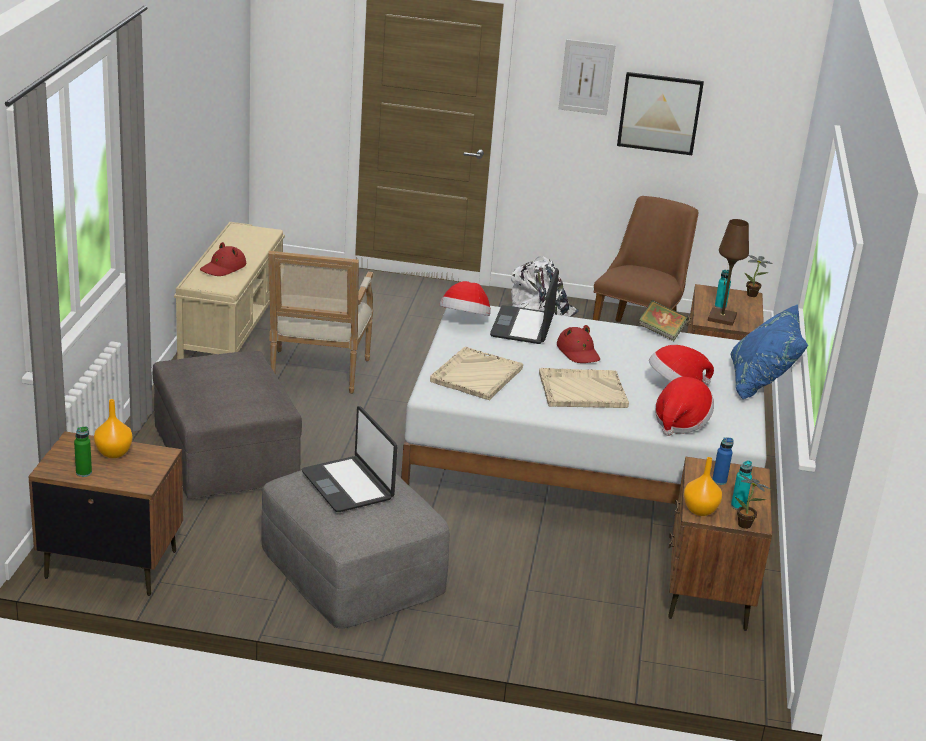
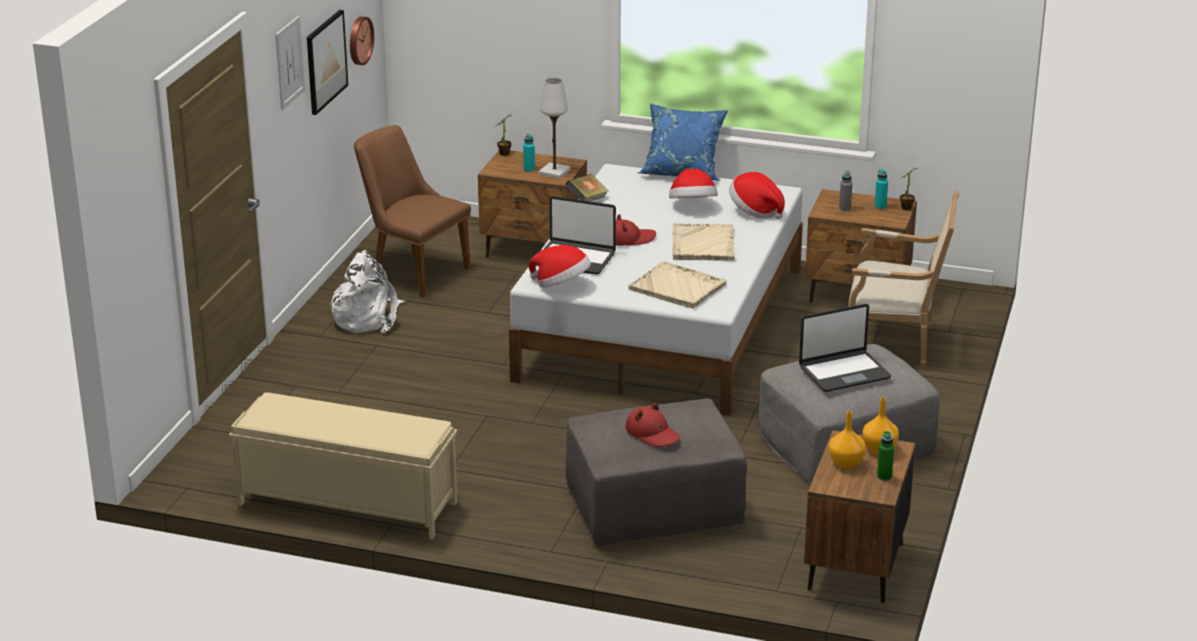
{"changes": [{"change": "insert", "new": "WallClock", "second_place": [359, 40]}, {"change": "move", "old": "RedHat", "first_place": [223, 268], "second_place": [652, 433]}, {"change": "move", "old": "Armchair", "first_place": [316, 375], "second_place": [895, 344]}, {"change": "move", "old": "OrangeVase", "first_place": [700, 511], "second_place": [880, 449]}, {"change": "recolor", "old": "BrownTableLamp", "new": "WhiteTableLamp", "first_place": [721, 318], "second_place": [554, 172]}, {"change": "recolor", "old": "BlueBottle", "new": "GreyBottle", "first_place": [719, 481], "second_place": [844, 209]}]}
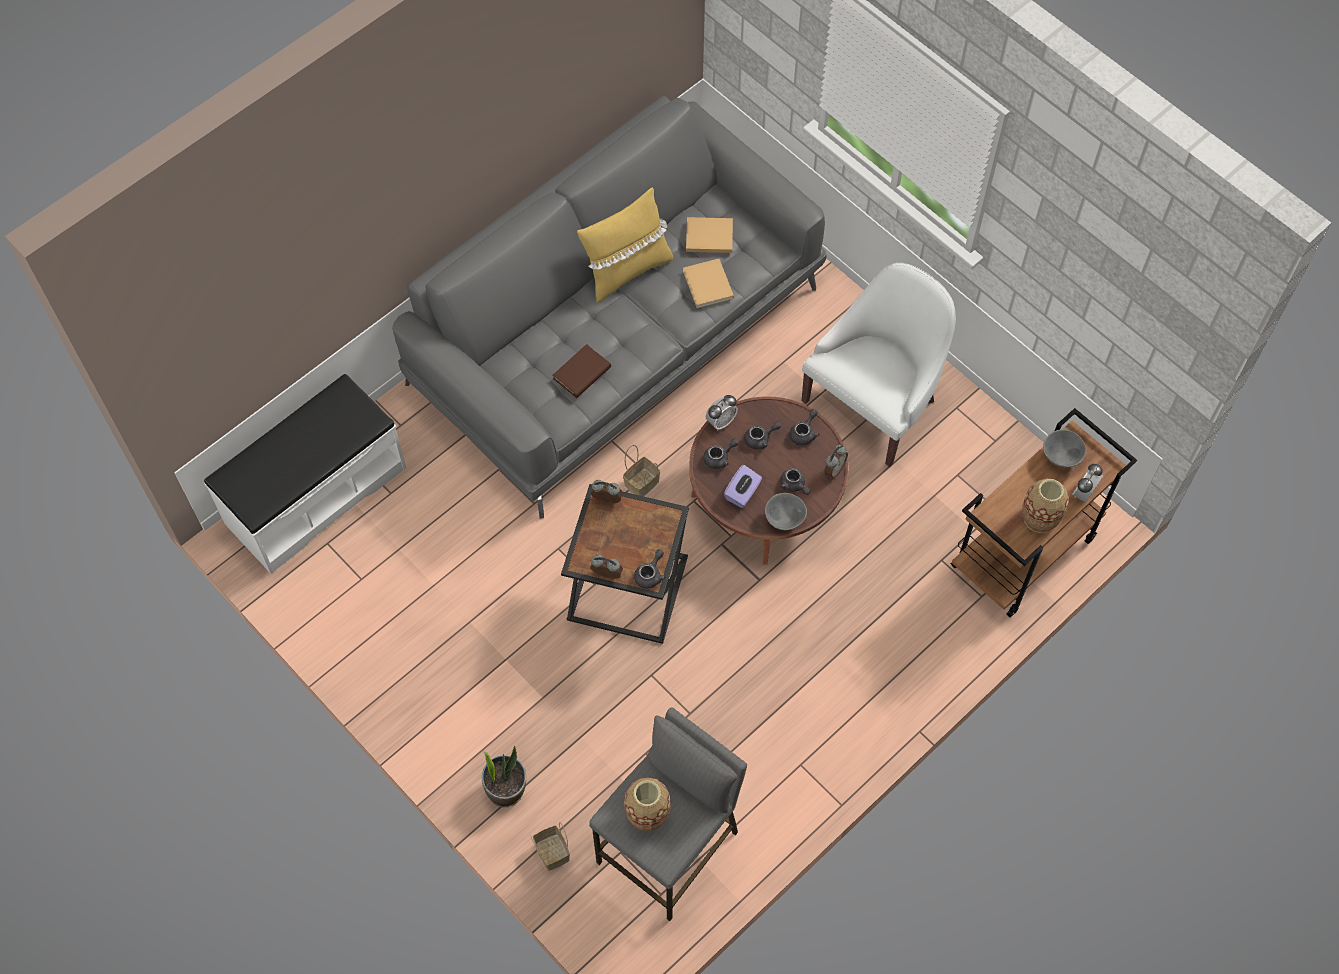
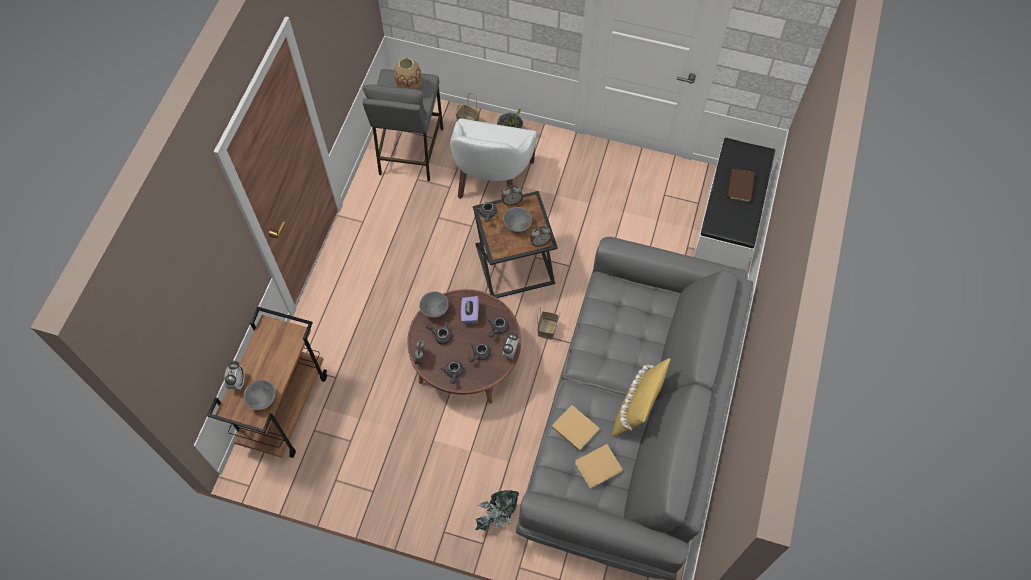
{"changes": [{"change": "delete", "old": "Vase", "first_place": [1039, 519]}, {"change": "insert", "new": "PottedPlant", "second_place": [498, 519]}, {"change": "insert", "new": "GreyBowl", "second_place": [517, 226]}, {"change": "move", "old": "BrownBook", "first_place": [582, 373], "second_place": [740, 187]}, {"change": "move", "old": "WhiteArmchair", "first_place": [874, 403], "second_place": [491, 179]}]}
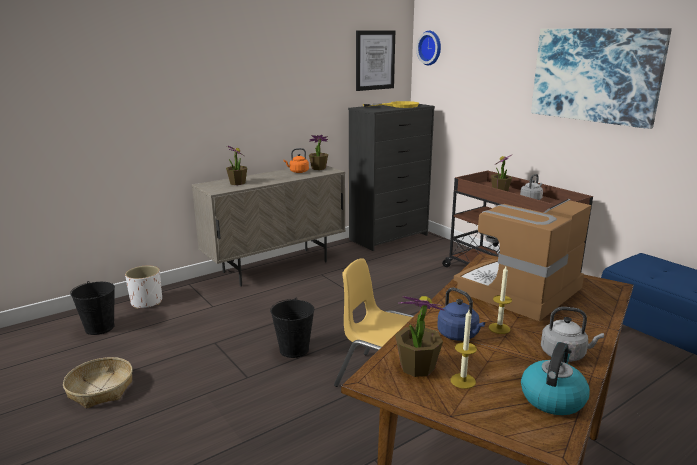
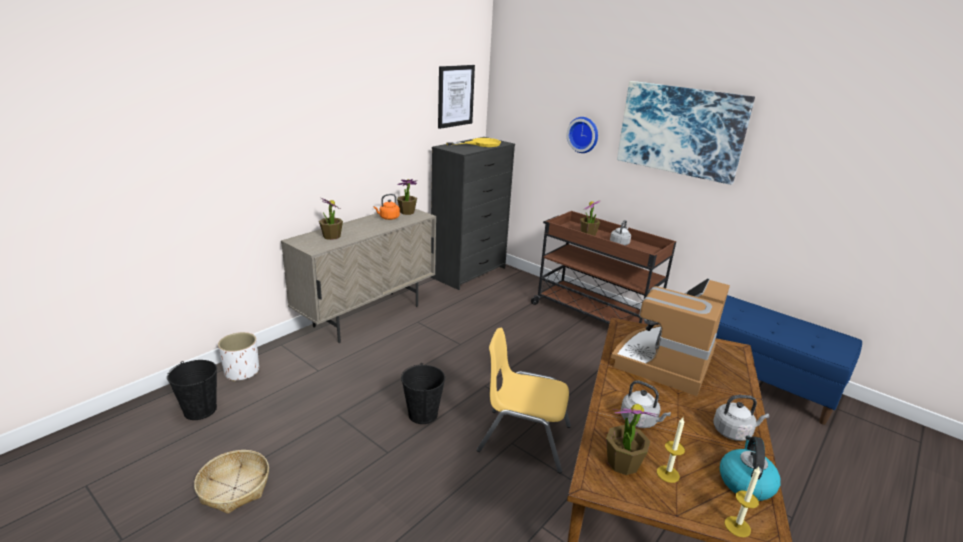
{"changes": [{"change": "move", "old": "WallClock", "first_place": [431, 48], "second_place": [583, 134]}, {"change": "move", "old": "Candle", "first_place": [499, 328], "second_place": [737, 526]}, {"change": "recolor", "old": "BlueKettle", "new": "GreyKettle", "first_place": [459, 335], "second_place": [640, 421]}]}
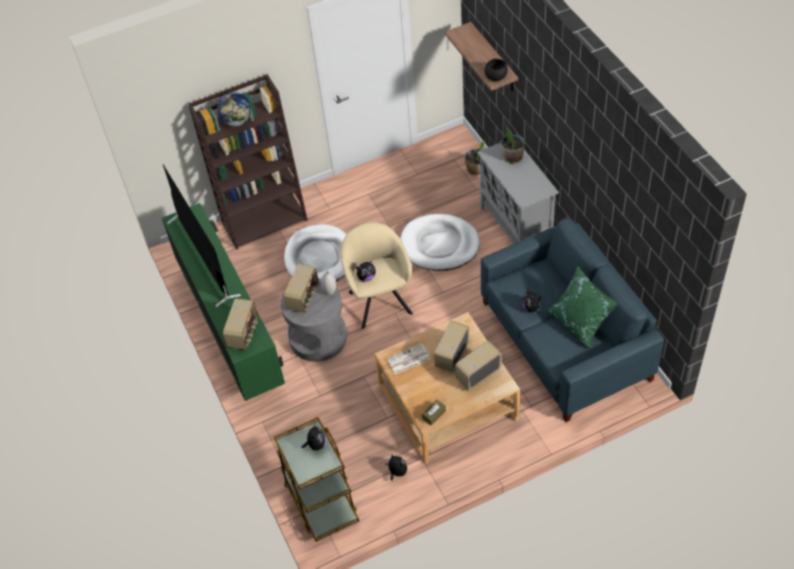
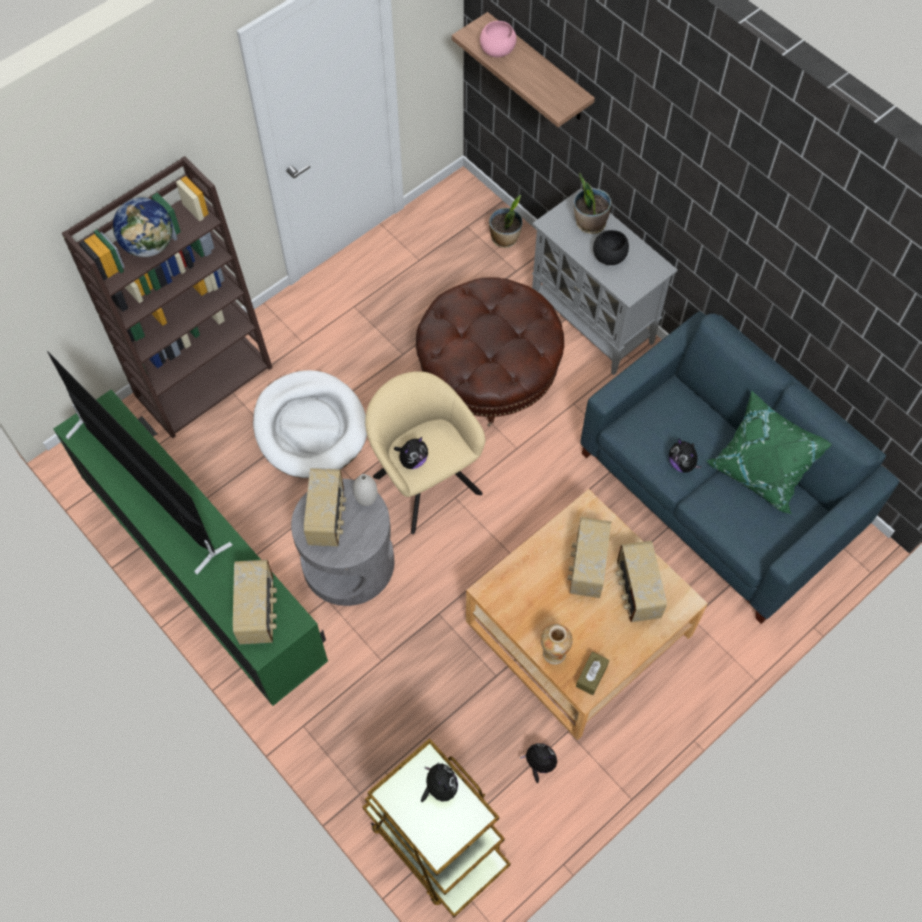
{"changes": [{"change": "delete", "old": "Newspaper", "first_place": [408, 359]}, {"change": "insert", "new": "PinkBowl", "second_place": [497, 51]}, {"change": "insert", "new": "Vase", "second_place": [554, 653]}, {"change": "move", "old": "BlackBowl", "first_place": [496, 76], "second_place": [610, 256]}, {"change": "replace", "old": "WhiteDogBed", "new": "BrownOttoman", "first_place": [440, 245], "second_place": [489, 371]}, {"change": "rotate", "old": "Radio", "first_place": [478, 374], "second_place": [637, 591], "degrees": -45}]}
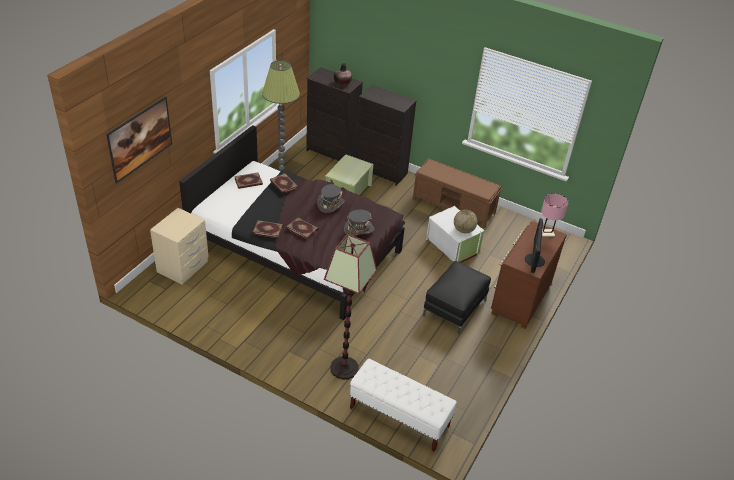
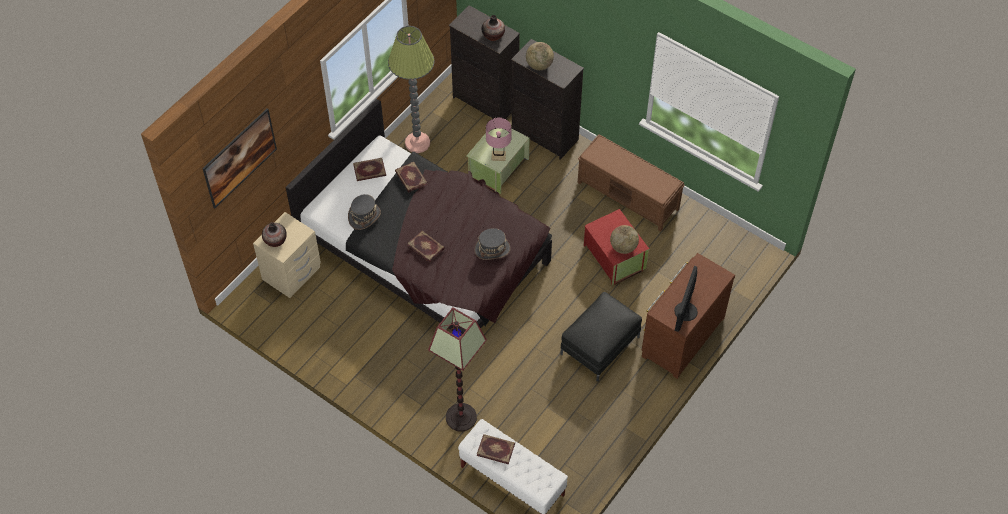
{"changes": [{"change": "insert", "new": "Vase", "second_place": [275, 240]}, {"change": "insert", "new": "Globe", "second_place": [539, 65]}, {"change": "move", "old": "Book", "first_place": [268, 230], "second_place": [496, 449]}, {"change": "move", "old": "GreyHat", "first_place": [330, 204], "second_place": [364, 216]}, {"change": "move", "old": "PinkTableLamp", "first_place": [547, 233], "second_place": [498, 156]}, {"change": "recolor", "old": "WhiteStorageBox", "new": "RedStorageBox", "first_place": [452, 246], "second_place": [614, 257]}]}
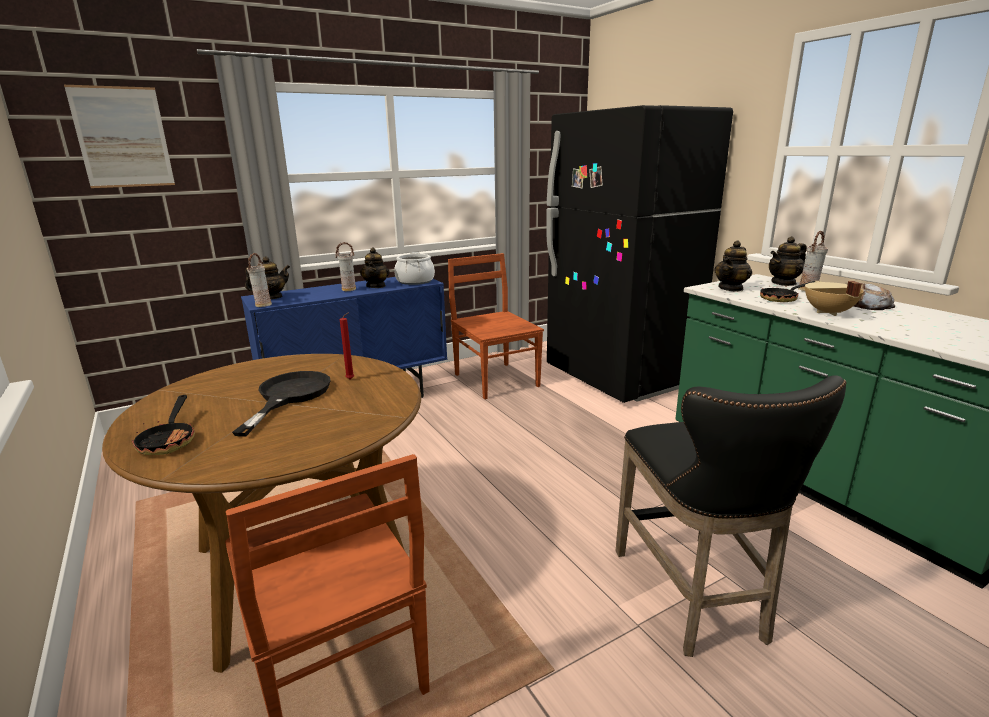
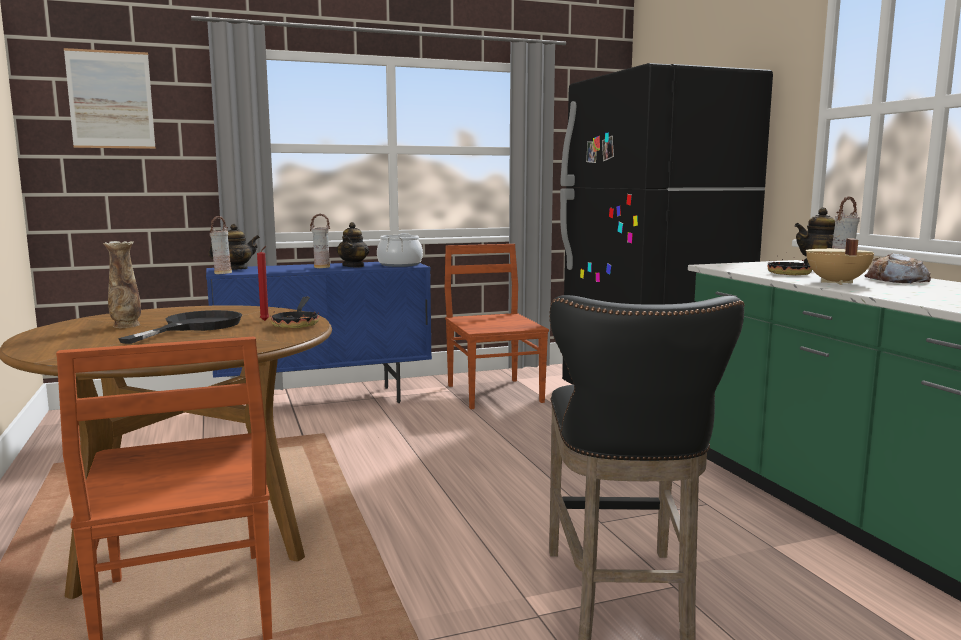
{"changes": [{"change": "delete", "old": "Teapot", "first_place": [731, 288]}, {"change": "insert", "new": "Vase", "second_place": [126, 325]}, {"change": "move", "old": "FryingPan", "first_place": [170, 440], "second_place": [297, 324]}]}
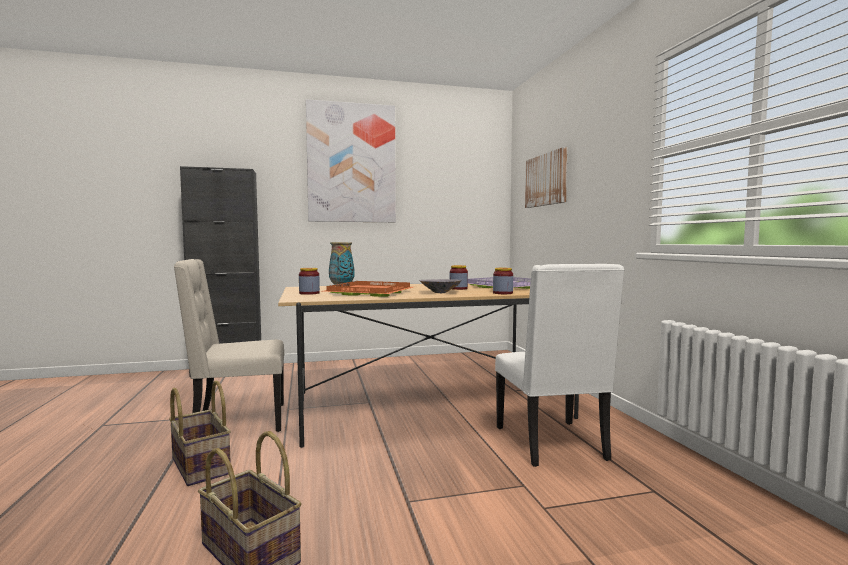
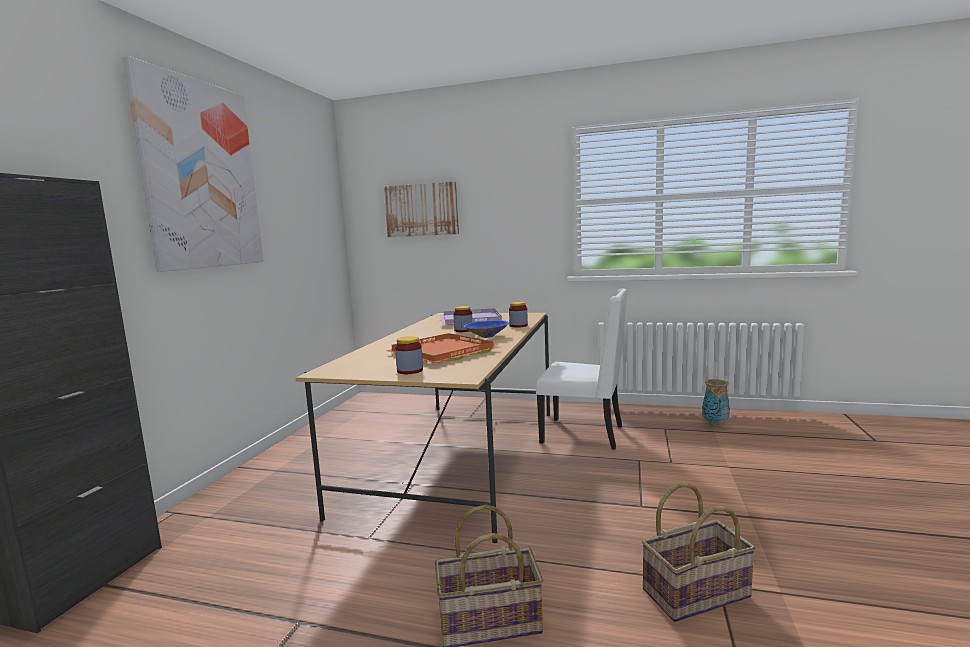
{"changes": [{"change": "delete", "old": "BeigeChair", "first_place": [237, 421]}, {"change": "move", "old": "Vase", "first_place": [341, 287], "second_place": [715, 424]}, {"change": "recolor", "old": "GreyBowl", "new": "BlueBowl", "first_place": [440, 292], "second_place": [486, 336]}]}
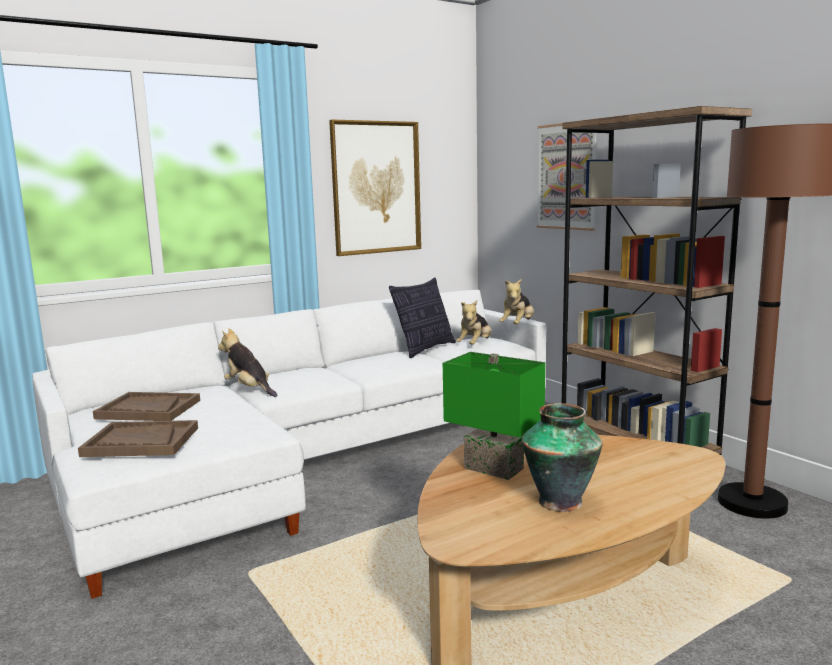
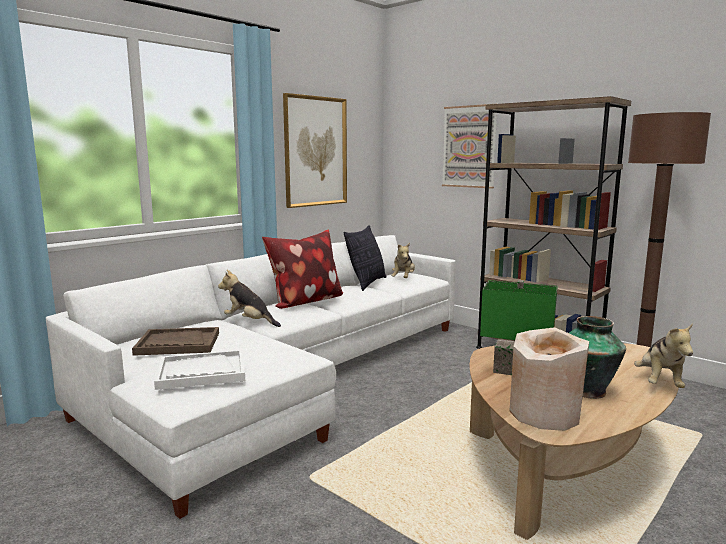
{"changes": [{"change": "insert", "new": "Pillow", "second_place": [305, 302]}, {"change": "insert", "new": "BeigeVase", "second_place": [544, 413]}, {"change": "move", "old": "PlushToy", "first_place": [518, 326], "second_place": [659, 382]}, {"change": "recolor", "old": "BrownTray", "new": "WhiteTray", "first_place": [141, 442], "second_place": [201, 372]}]}
